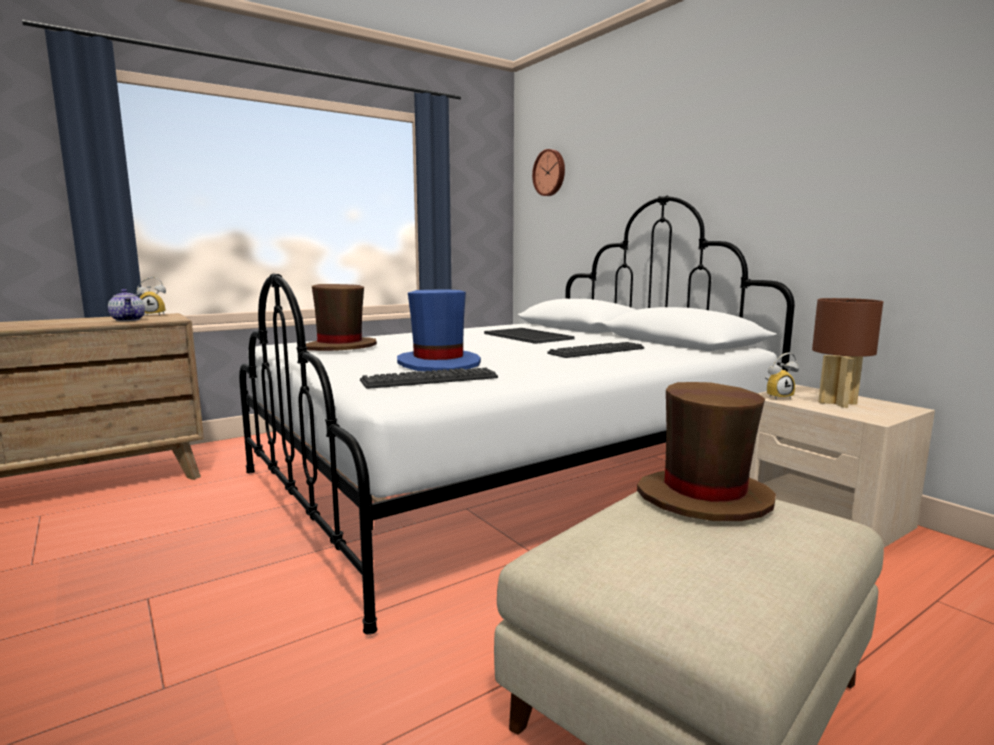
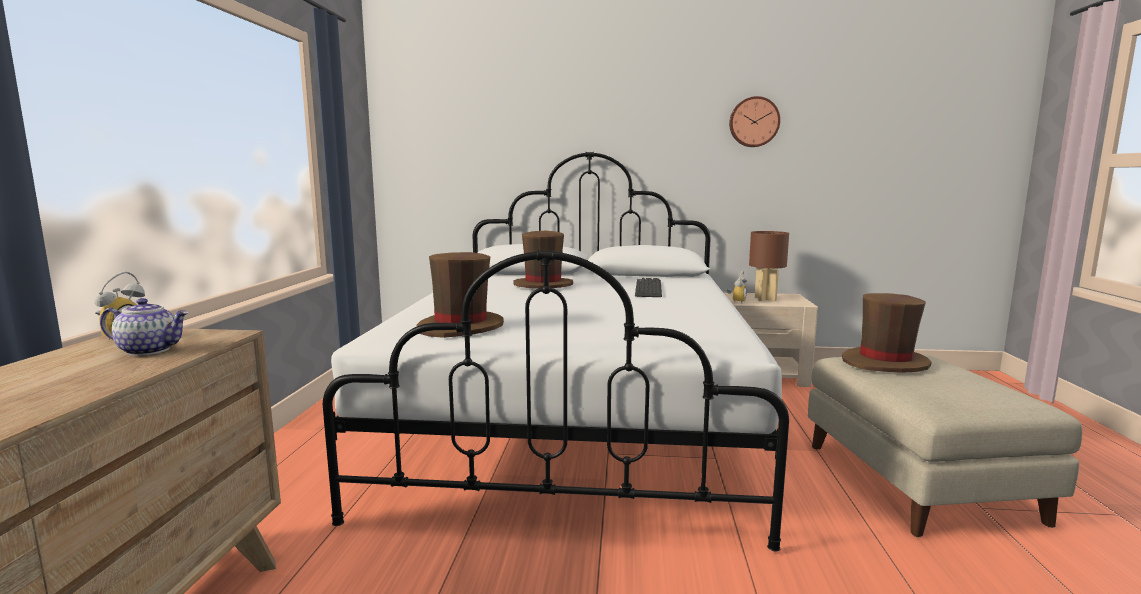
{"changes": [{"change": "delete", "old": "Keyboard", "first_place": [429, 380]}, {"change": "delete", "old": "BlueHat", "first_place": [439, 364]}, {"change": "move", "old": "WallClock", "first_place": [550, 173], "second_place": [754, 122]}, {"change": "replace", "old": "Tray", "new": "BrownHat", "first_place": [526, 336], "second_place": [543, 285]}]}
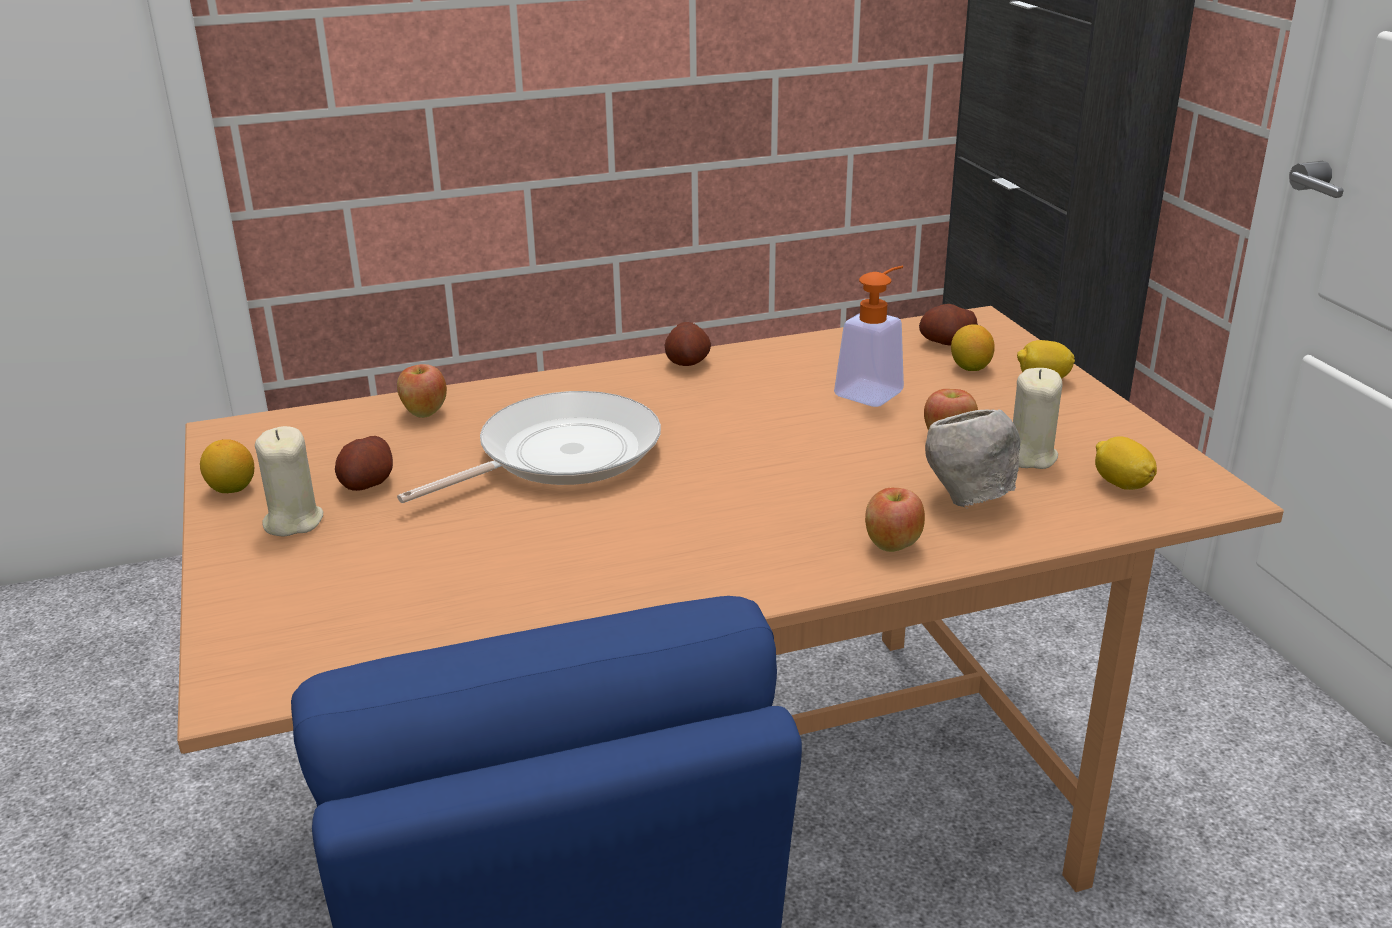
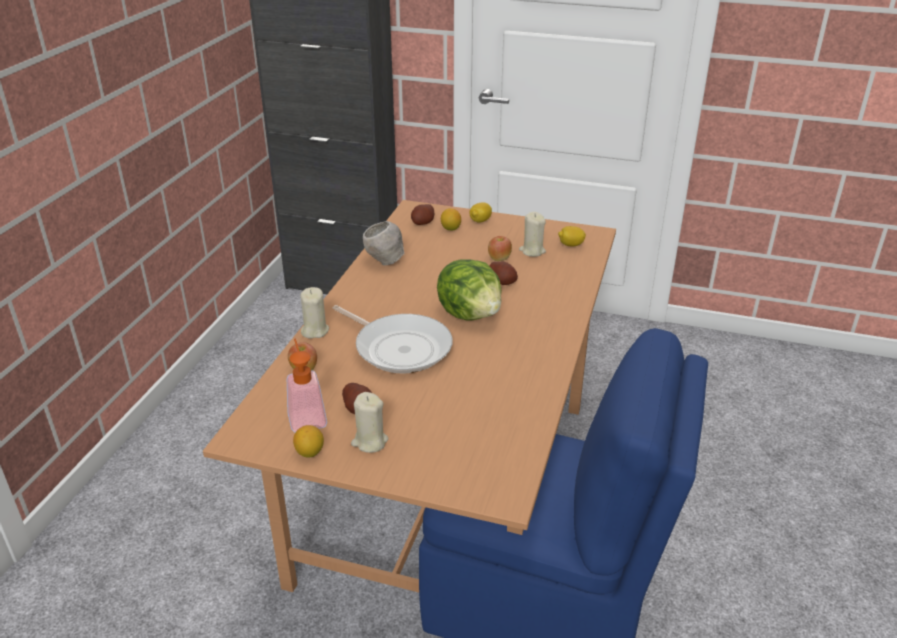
{"changes": [{"change": "delete", "old": "Apple", "first_place": [892, 544]}, {"change": "insert", "new": "BeigeCandle", "second_place": [314, 331]}, {"change": "insert", "new": "Lettuce", "second_place": [470, 313]}, {"change": "move", "old": "Potato", "first_place": [688, 362], "second_place": [502, 282]}, {"change": "move", "old": "SoapDispenser", "first_place": [875, 390], "second_place": [306, 416]}, {"change": "move", "old": "GreyBowl", "first_place": [968, 499], "second_place": [384, 262]}, {"change": "rotate", "old": "FryingPan", "first_place": [560, 455], "second_place": [399, 347], "degrees": 135}]}
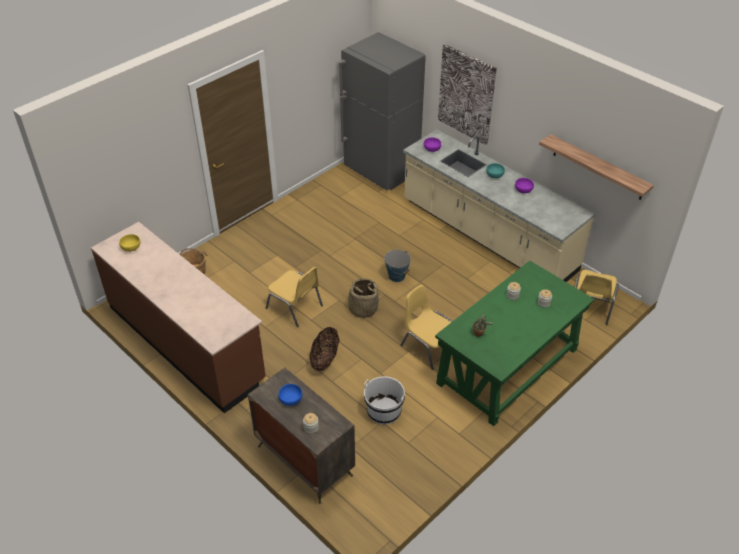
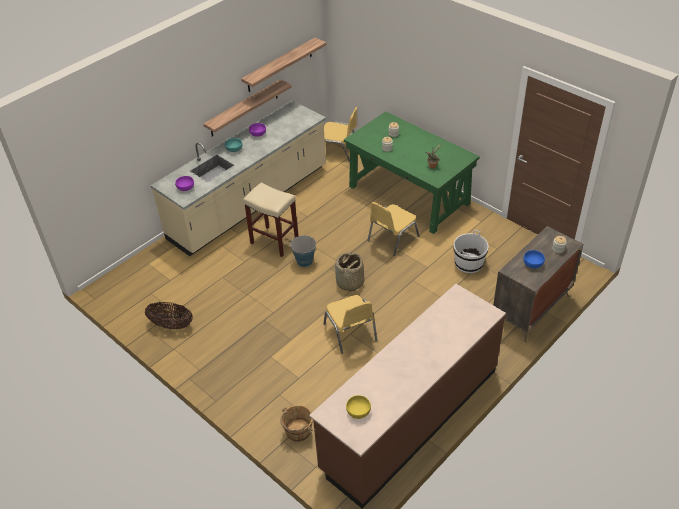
{"changes": [{"change": "delete", "old": "GreyFridge", "first_place": [381, 172]}, {"change": "delete", "old": "Picture", "first_place": [466, 94]}, {"change": "insert", "new": "Shelf", "second_place": [244, 108]}, {"change": "insert", "new": "BeigeStool", "second_place": [273, 241]}, {"change": "move", "old": "Basket", "first_place": [325, 359], "second_place": [171, 325]}, {"change": "rotate", "old": "YellowChair", "first_place": [295, 307], "second_place": [351, 333], "degrees": 120}]}
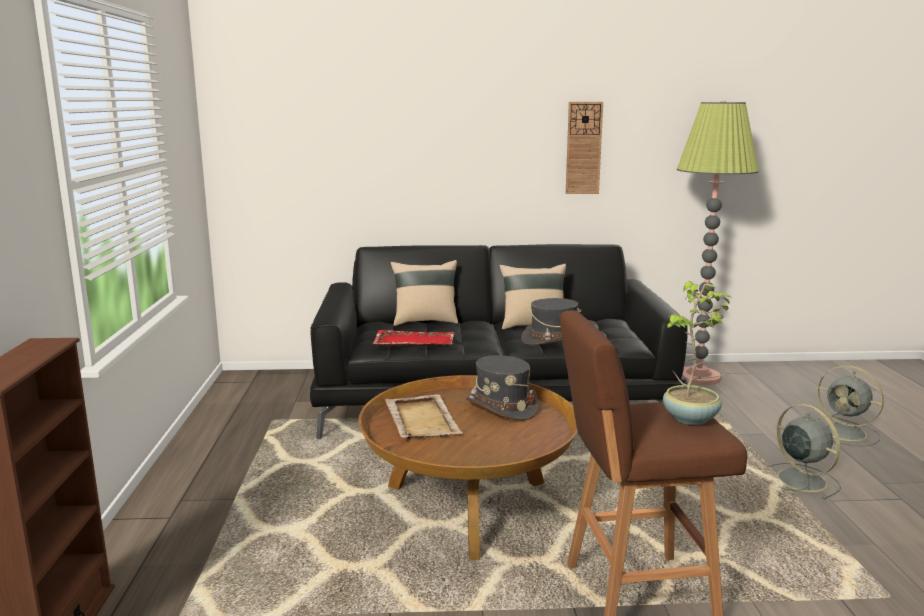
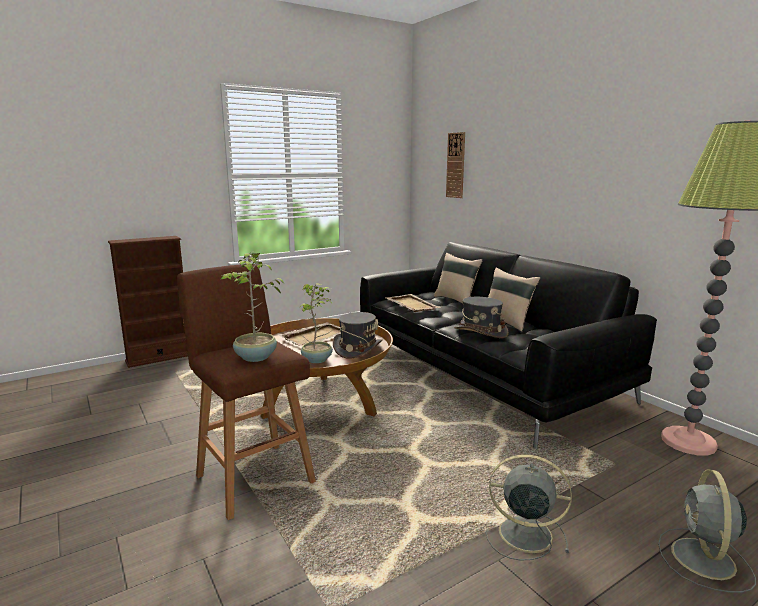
{"changes": [{"change": "insert", "new": "PottedPlant", "second_place": [317, 360]}, {"change": "move", "old": "WallClock", "first_place": [583, 148], "second_place": [456, 165]}, {"change": "recolor", "old": "RedTray", "new": "BeigeTray", "first_place": [413, 341], "second_place": [411, 304]}, {"change": "rotate", "old": "GreyFan", "first_place": [799, 479], "second_place": [522, 533], "degrees": -105}]}
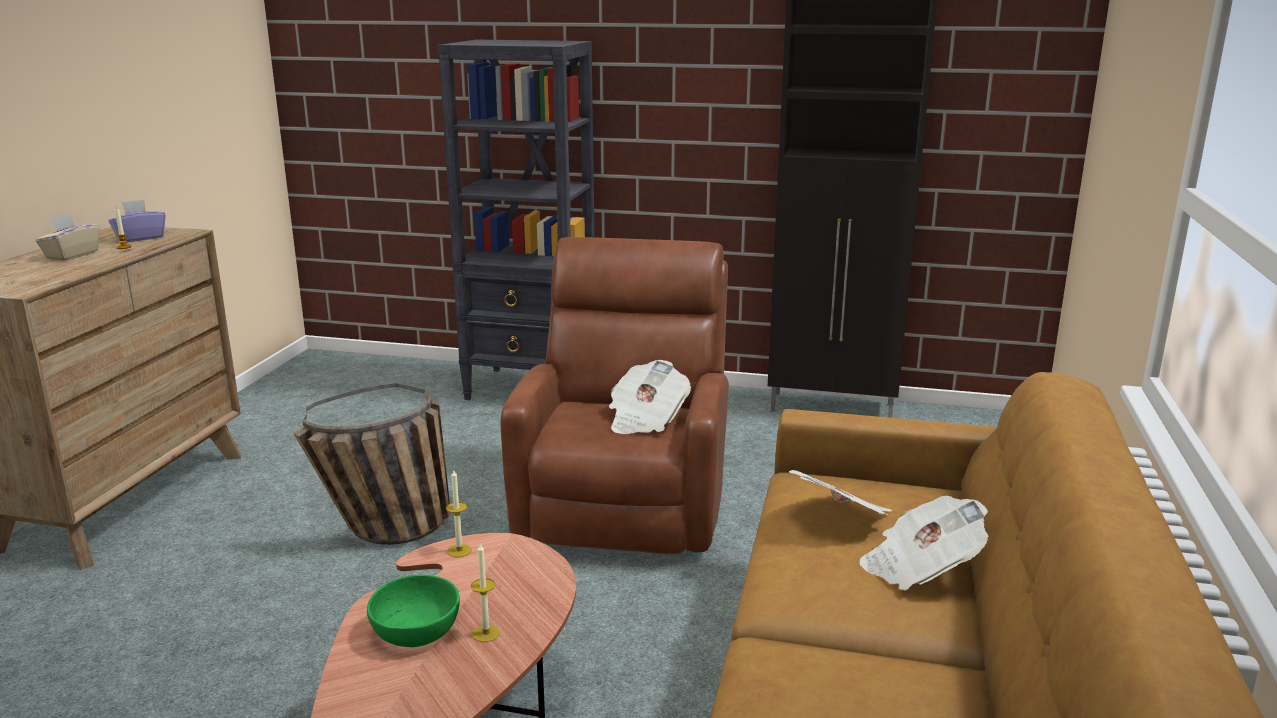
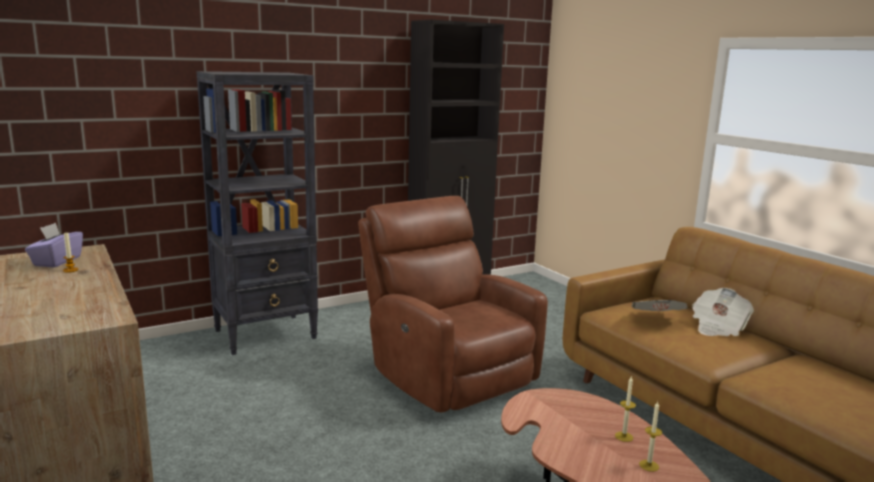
{"changes": [{"change": "delete", "old": "BeigeTissueBox", "first_place": [71, 255]}, {"change": "delete", "old": "Basket", "first_place": [385, 534]}, {"change": "delete", "old": "GreenBowl", "first_place": [416, 631]}, {"change": "delete", "old": "Newspaper", "first_place": [645, 419]}, {"change": "move", "old": "Candle", "first_place": [459, 550], "second_place": [649, 465]}]}
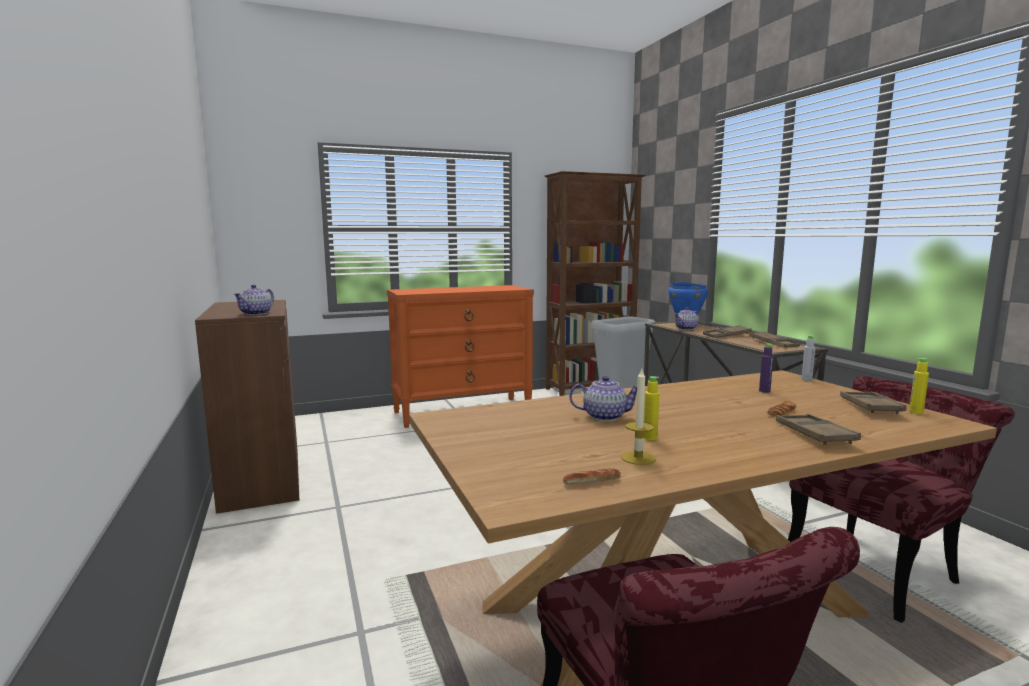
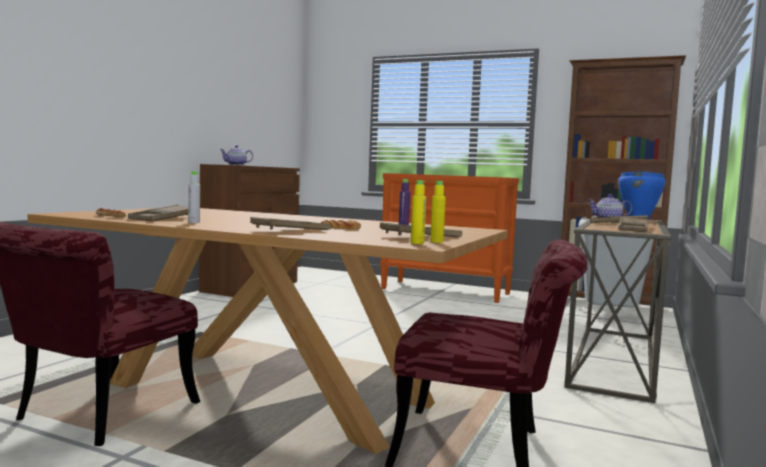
{"changes": [{"change": "delete", "old": "Teapot", "first_place": [604, 416]}, {"change": "move", "old": "YellowBottle", "first_place": [650, 438], "second_place": [417, 243]}, {"change": "move", "old": "GreyBottle", "first_place": [806, 379], "second_place": [194, 222]}, {"change": "replace", "old": "Candle", "new": "BrownTray", "first_place": [638, 458], "second_place": [165, 218]}]}
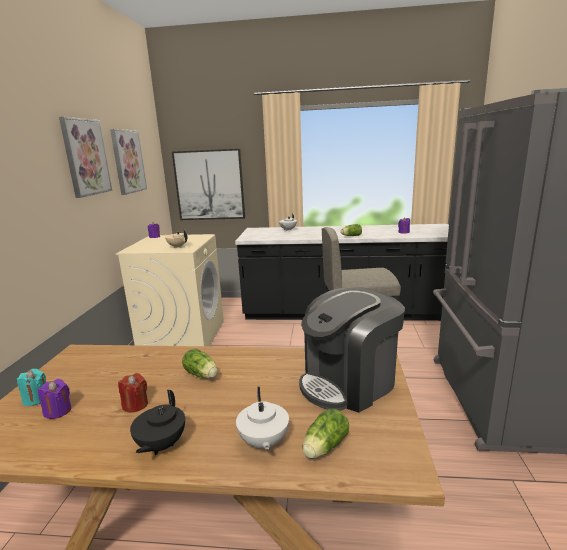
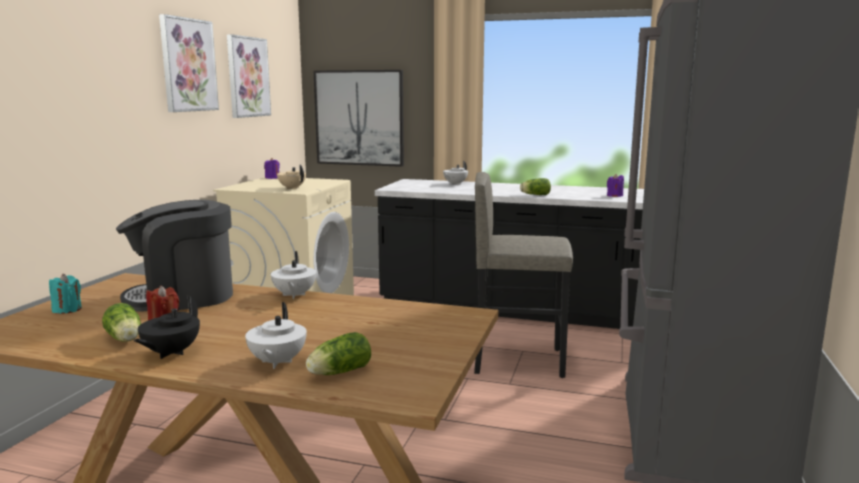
{"changes": [{"change": "delete", "old": "PurpleCandle", "first_place": [58, 411]}, {"change": "insert", "new": "WhiteTeapot", "second_place": [294, 295]}, {"change": "move", "old": "Lettuce", "first_place": [202, 375], "second_place": [125, 339]}, {"change": "move", "old": "CoffeeMachine", "first_place": [349, 382], "second_place": [183, 297]}]}
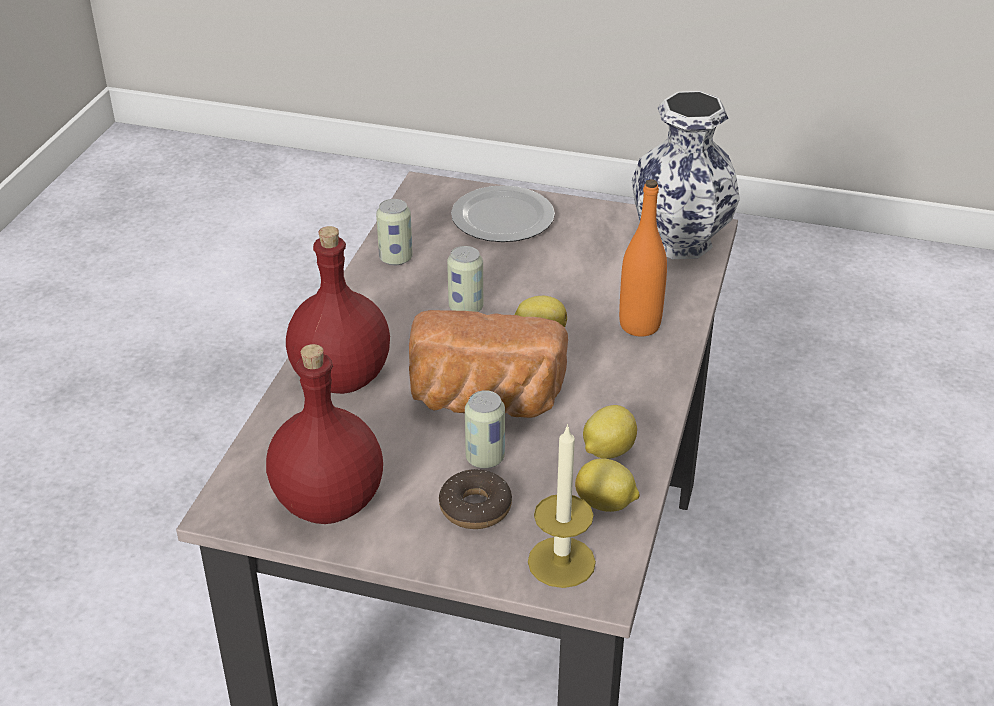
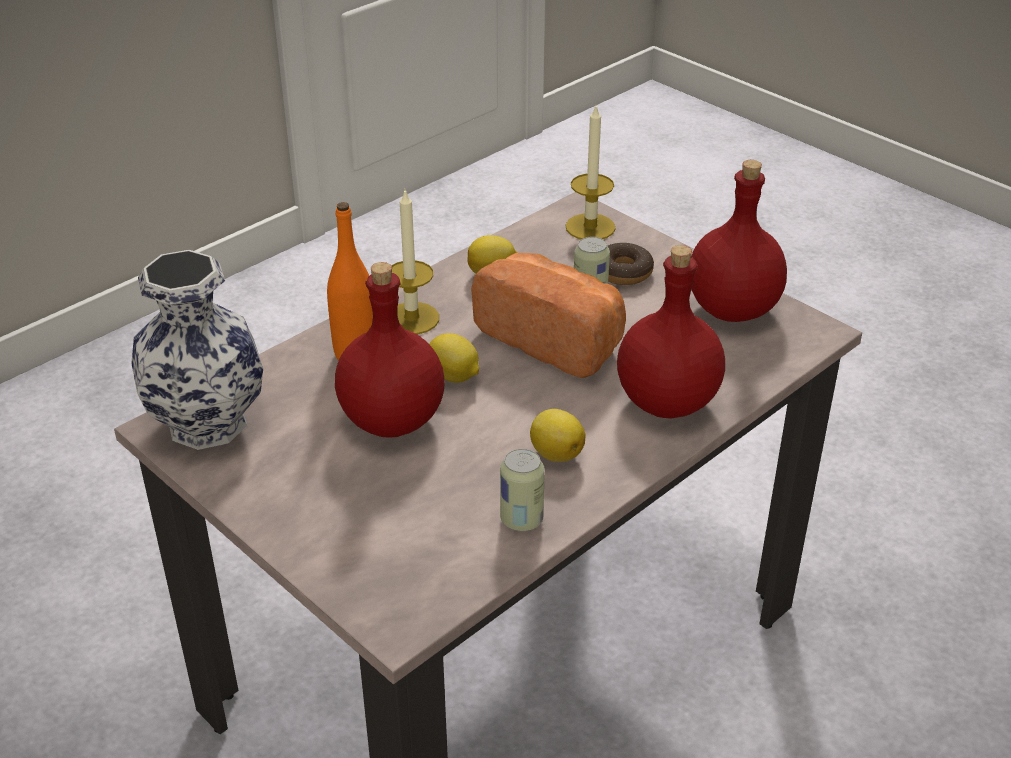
{"changes": [{"change": "delete", "old": "Can", "first_place": [466, 308]}, {"change": "delete", "old": "Plate", "first_place": [500, 218]}, {"change": "insert", "new": "RedBottle", "second_place": [390, 421]}, {"change": "insert", "new": "Candle", "second_place": [412, 318]}, {"change": "move", "old": "Lemon", "first_place": [606, 504], "second_place": [555, 453]}]}
